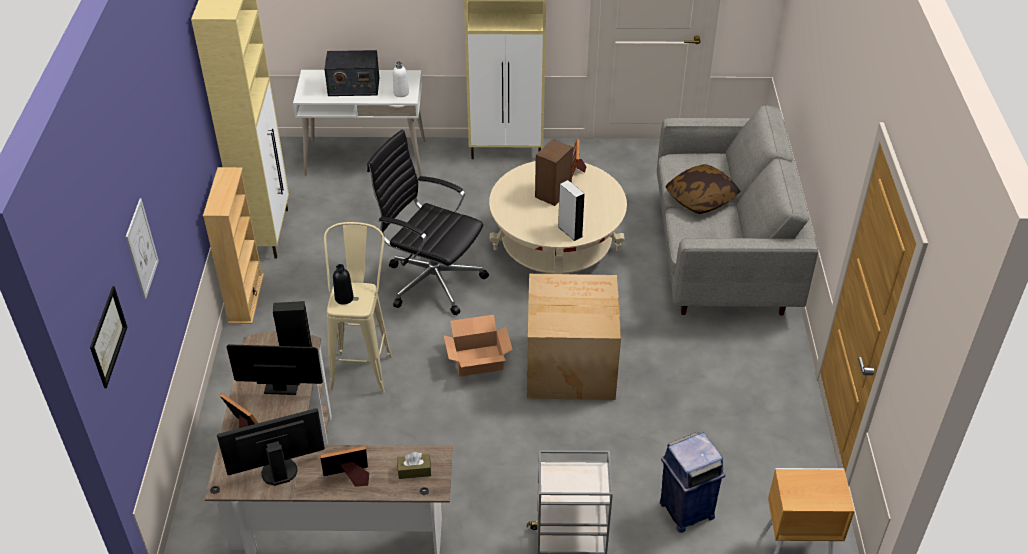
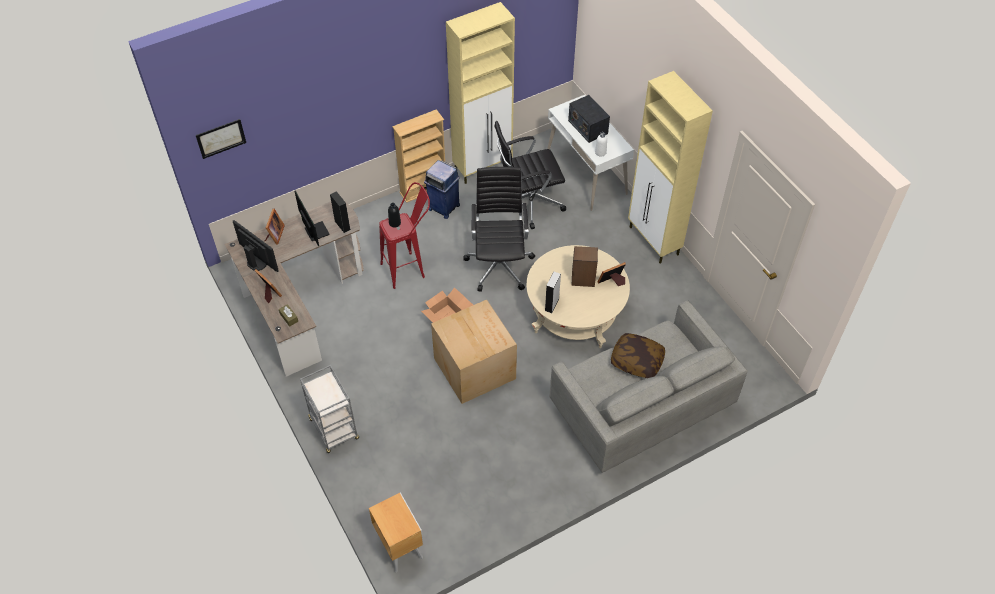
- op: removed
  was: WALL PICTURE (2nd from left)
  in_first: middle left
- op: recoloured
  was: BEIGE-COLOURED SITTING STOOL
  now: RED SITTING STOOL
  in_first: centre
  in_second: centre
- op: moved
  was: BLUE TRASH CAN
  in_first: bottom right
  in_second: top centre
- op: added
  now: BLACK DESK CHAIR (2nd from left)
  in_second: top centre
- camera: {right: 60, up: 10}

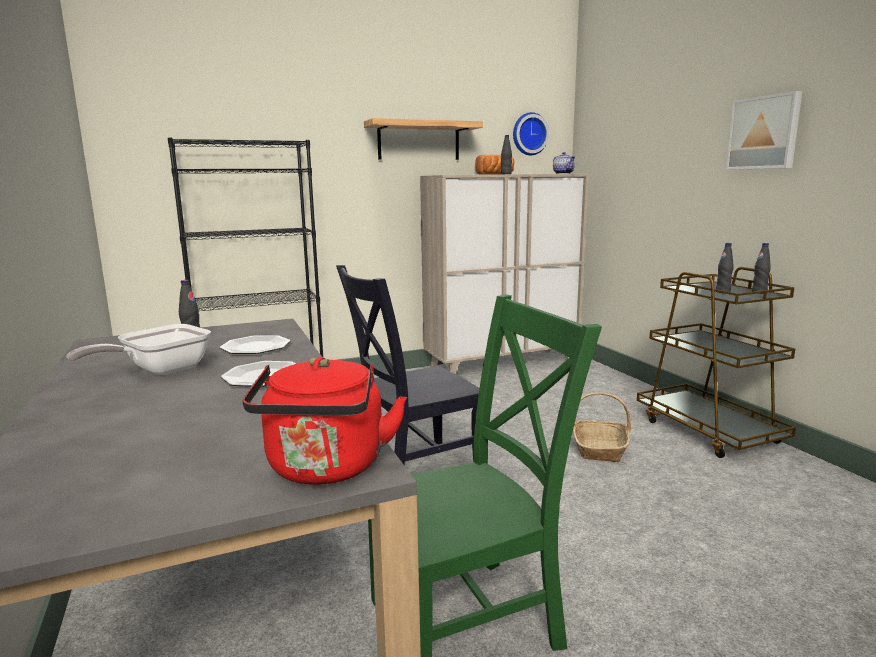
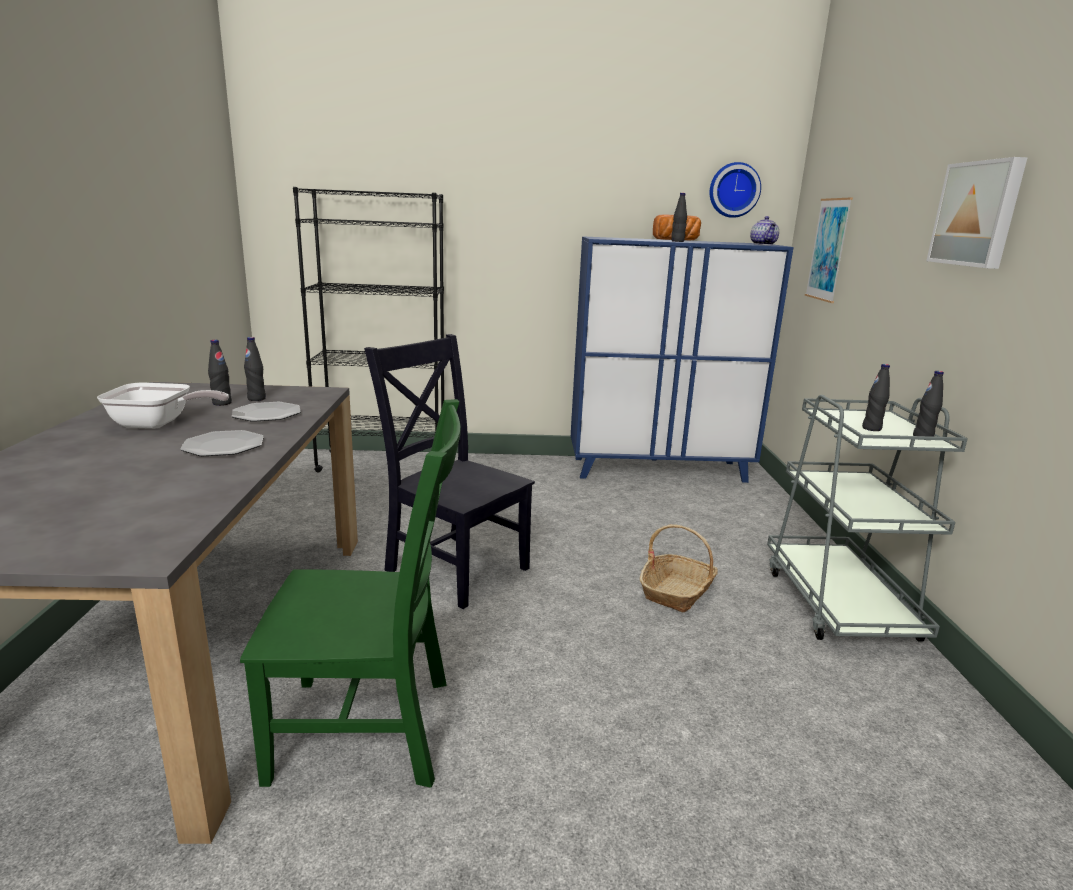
- op: removed
  was: WALL SHELF
  in_first: top centre
- op: recoloured
  was: BEIGE-COLOURED CABINET
  now: BLUE CABINET
  in_first: centre
  in_second: centre
- op: turned
  was: BLACK PLAIN CHAIR
  in_first: centre
  in_second: centre
  clockwise: 45
- op: recoloured
  was: BROWN-COLOURED CART
  now: GREY CART
  in_first: middle right
  in_second: middle right
- op: turned
  was: SKILLET
  in_first: middle left
  in_second: middle left
  clockwise: -150
- op: removed
  was: RED KETTLE
  in_first: centre
- op: added
  now: WALL PICTURE (1st from left)
  in_second: top right
- op: added
  now: BLACK BOTTLE (2nd from left)
  in_second: middle left
- camera: {right: 20, up: 5}

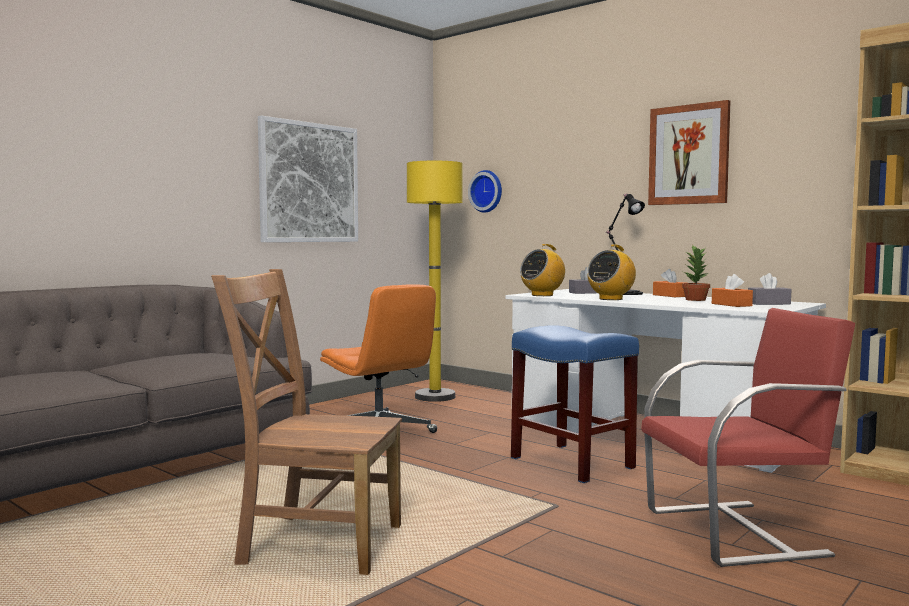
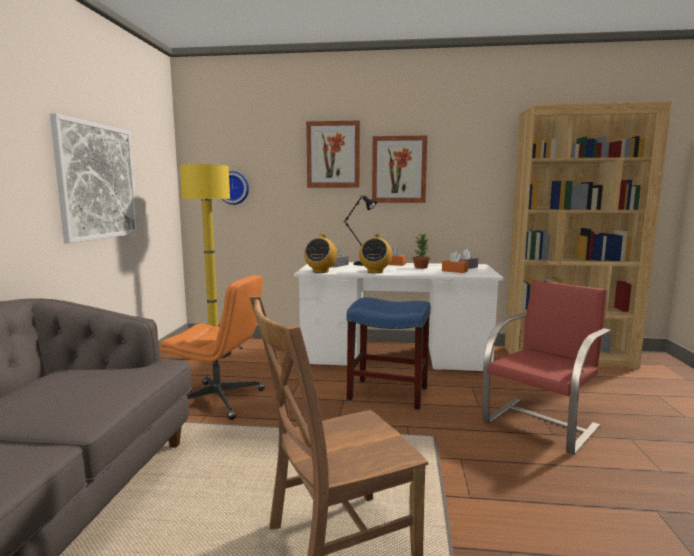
- op: added
  now: WALL PICTURE (2nd from left)
  in_second: top centre
- camera: {right: -35, up: 5}

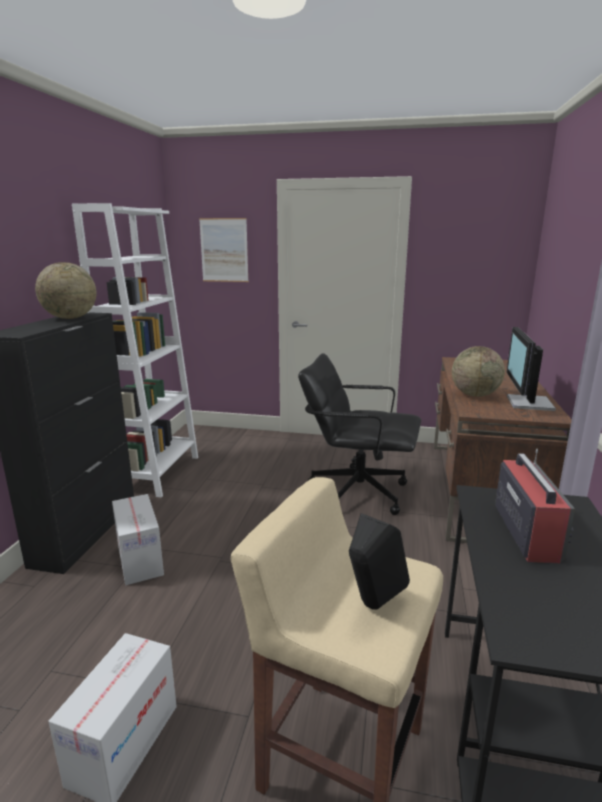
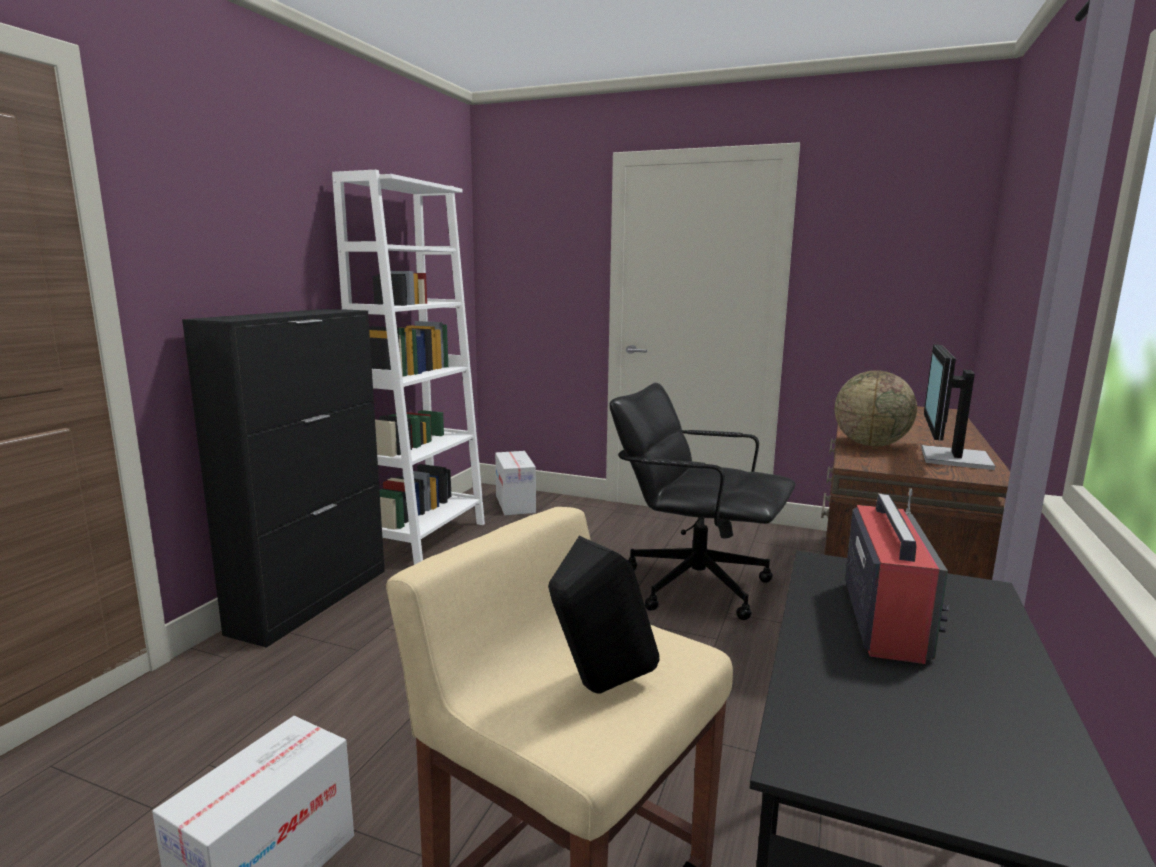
- op: removed
  was: WALL PICTURE
  in_first: top centre
- op: removed
  was: WORLD GLOBE (1st from left)
  in_first: middle left
- op: moved
  was: CARDBOARD BOX (2nd from left)
  in_first: bottom left
  in_second: centre
- camera: {right: 10, up: -5}

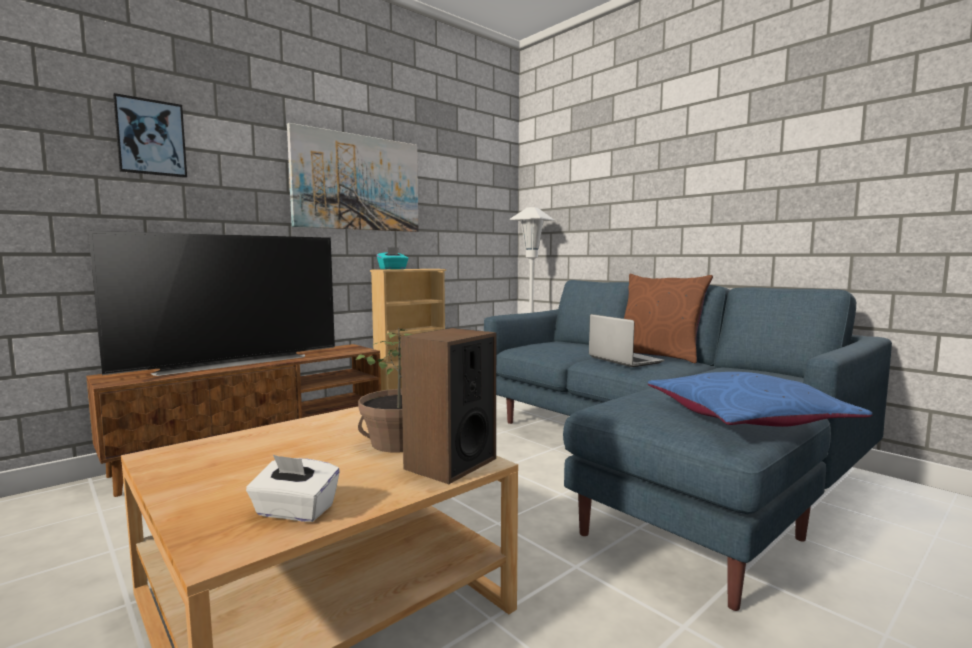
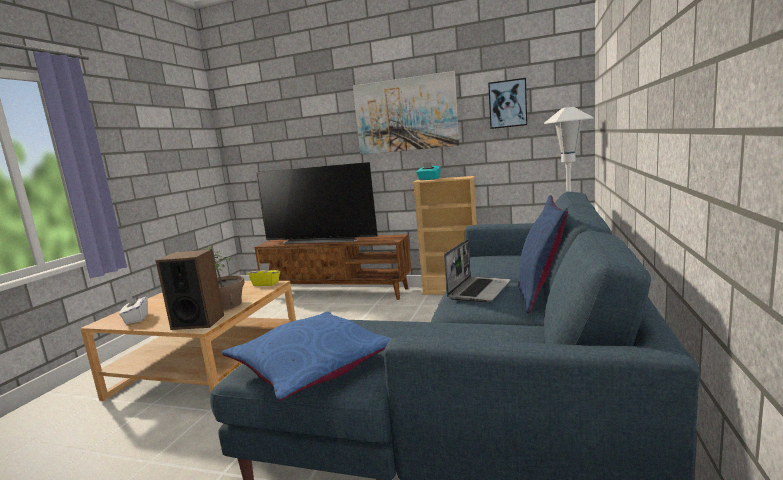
- op: moved
  was: WALL PICTURE (1st from left in the first image)
  now: WALL PICTURE (2nd from left)
  in_first: top left
  in_second: top centre
- op: recoloured
  was: BROWN-COLOURED CUSHION
  now: BLUE CUSHION (2nd from left)
  in_first: middle right
  in_second: middle right
- op: added
  now: YELLOW TISSUE BOX
  in_second: centre
- camera: {right: 60, up: 5}

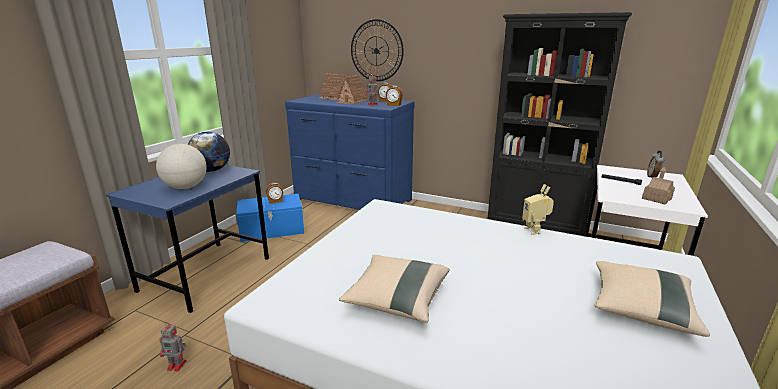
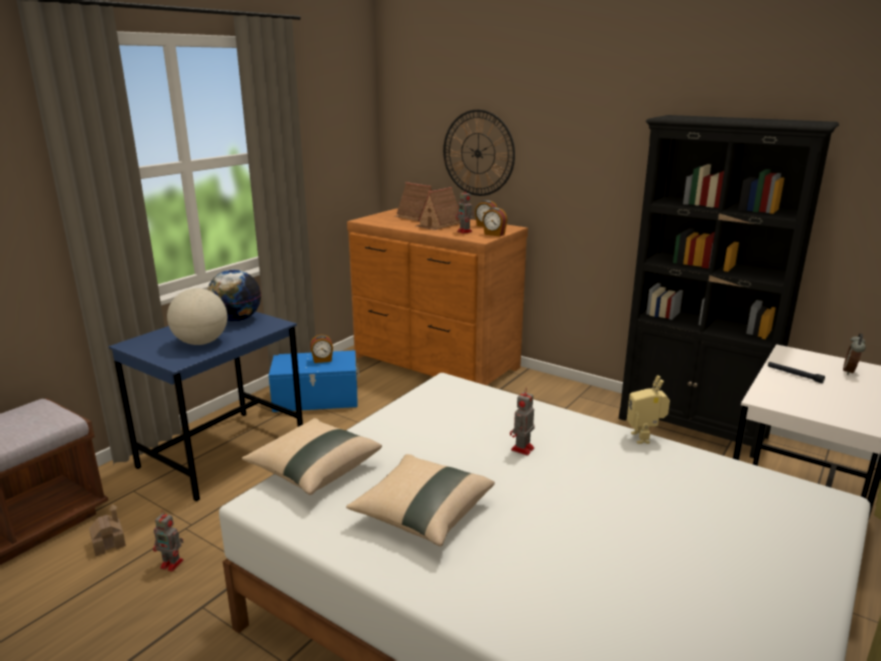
- op: recoloured
  was: BLUE CHEST OF DRAWERS
  now: BROWN-COLOURED CHEST OF DRAWERS
  in_first: centre
  in_second: centre
- op: moved
  was: MINIATURE HOUSE (3rd from left in the first image)
  now: MINIATURE HOUSE (1st from left)
  in_first: middle right
  in_second: bottom left
- op: moved
  was: BEIGE-COLOURED CUSHION (2nd from left in the first image)
  now: BEIGE-COLOURED CUSHION (1st from left)
  in_first: bottom right
  in_second: bottom centre
- op: added
  now: TOY ROBOT (3rd from left)
  in_second: centre
- camera: {right: 10, up: 0}

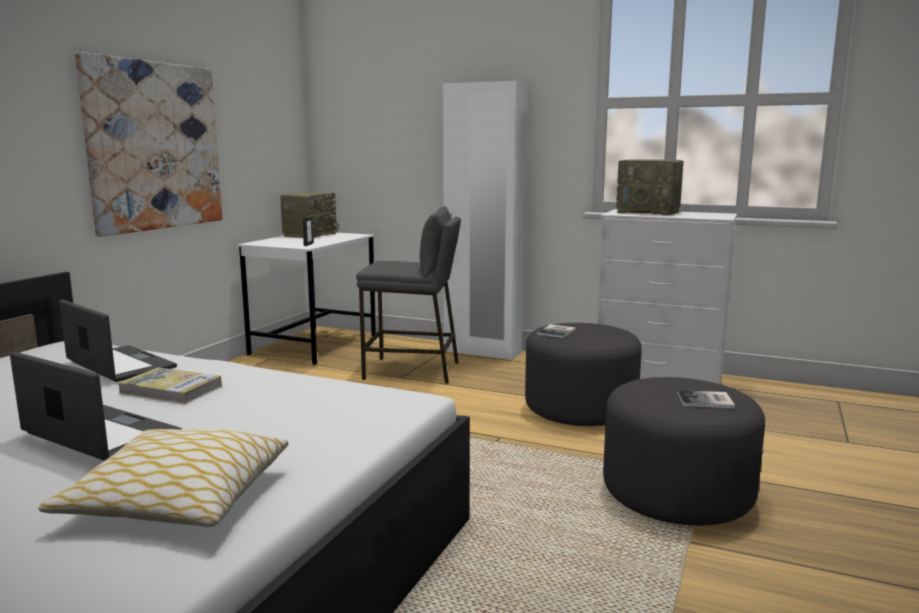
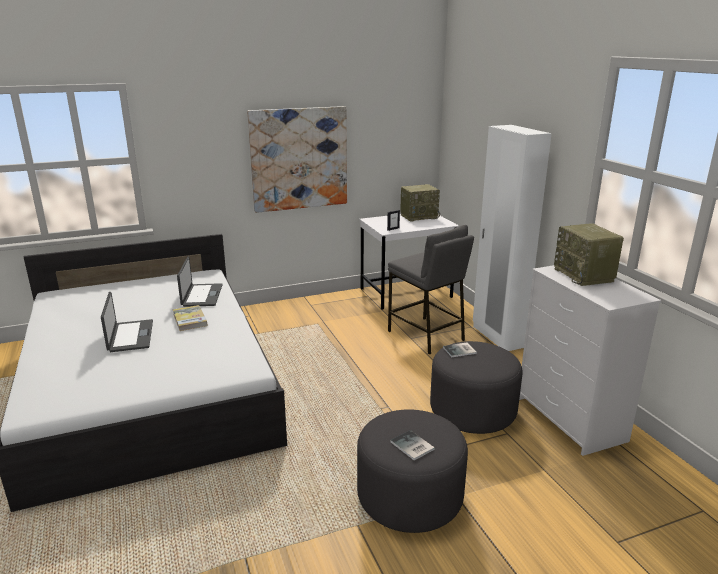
- op: removed
  was: CUSHION
  in_first: bottom left
- camera: {right: 45, up: 10}

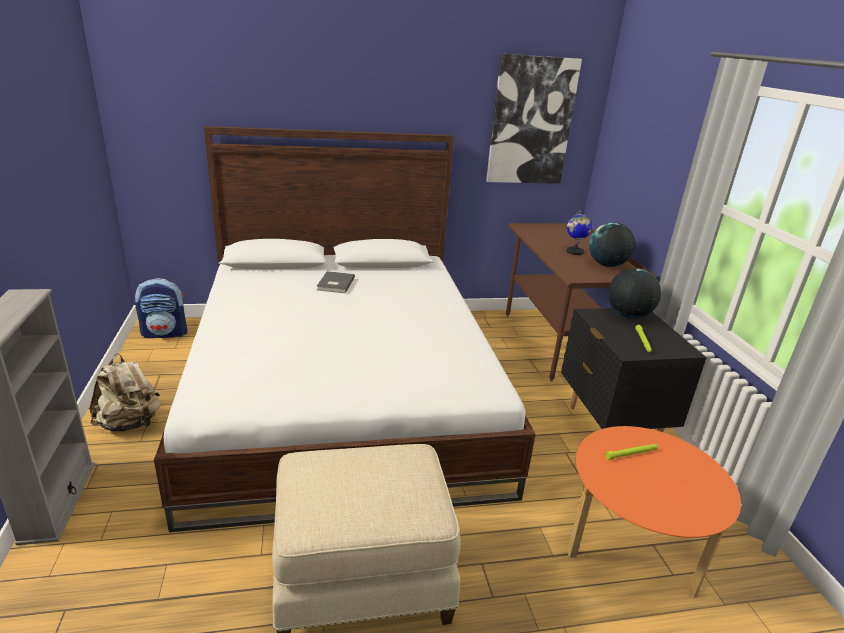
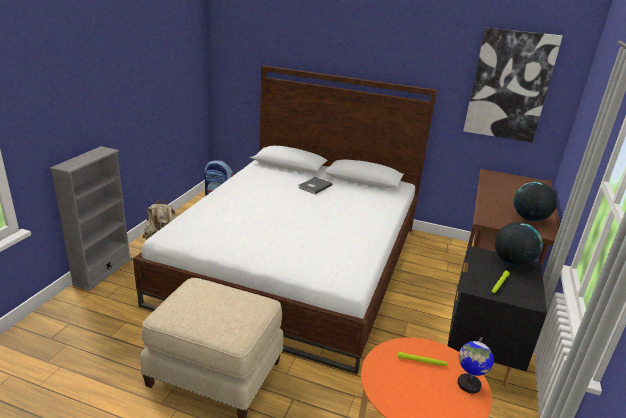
- op: moved
  was: WORLD GLOBE (1st from left)
  in_first: middle right
  in_second: bottom right
- camera: {right: 30, up: 0}

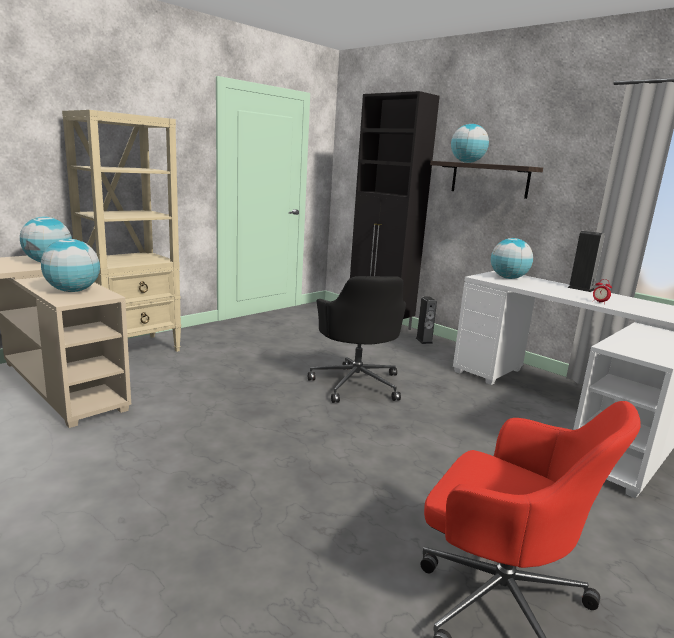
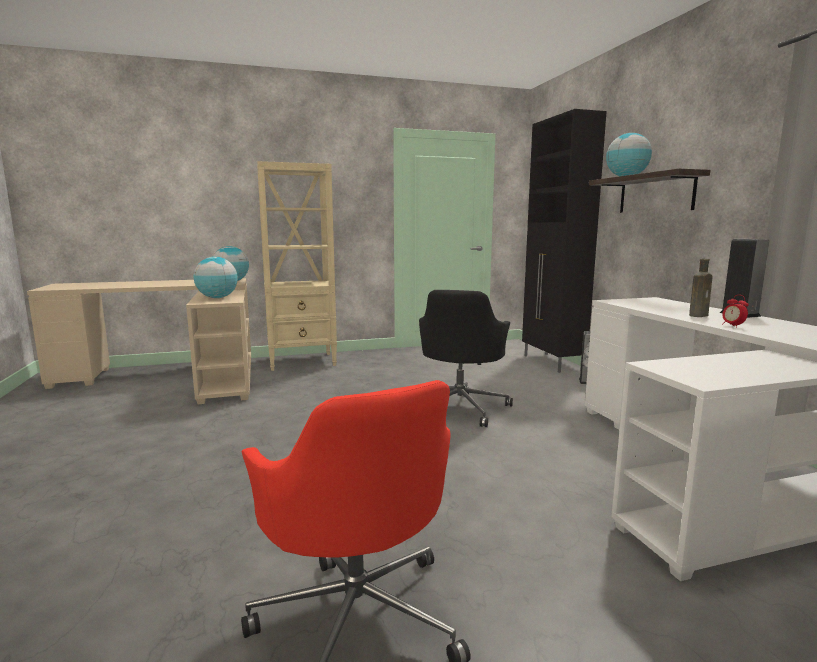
- op: removed
  was: WORLD GLOBE (4th from left)
  in_first: middle right
- op: added
  now: BROWN-COLOURED BOTTLE
  in_second: middle right
- camera: {right: 30, up: -5}

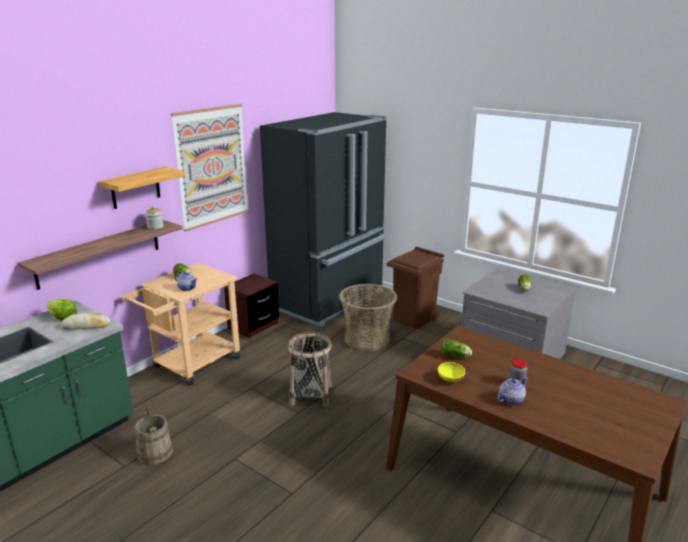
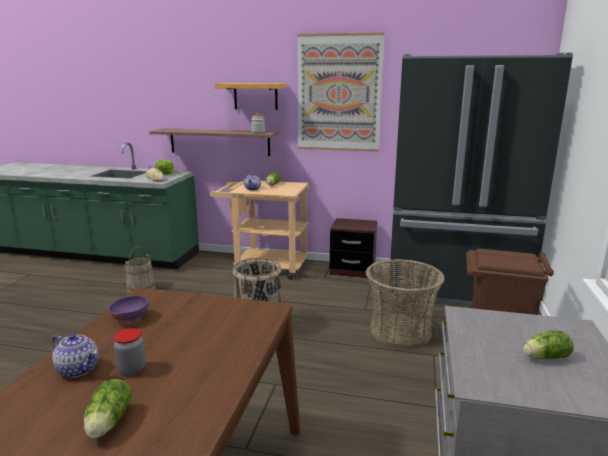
- op: moved
  was: LETTUCE HEAD (3rd from left in the first image)
  now: LETTUCE HEAD (1st from left)
  in_first: centre
  in_second: bottom left
- op: recoloured
  was: YELLOW DEEP DISH
  now: PURPLE-COLOURED DEEP DISH
  in_first: bottom centre
  in_second: bottom left
- camera: {right: 65, up: -5}

